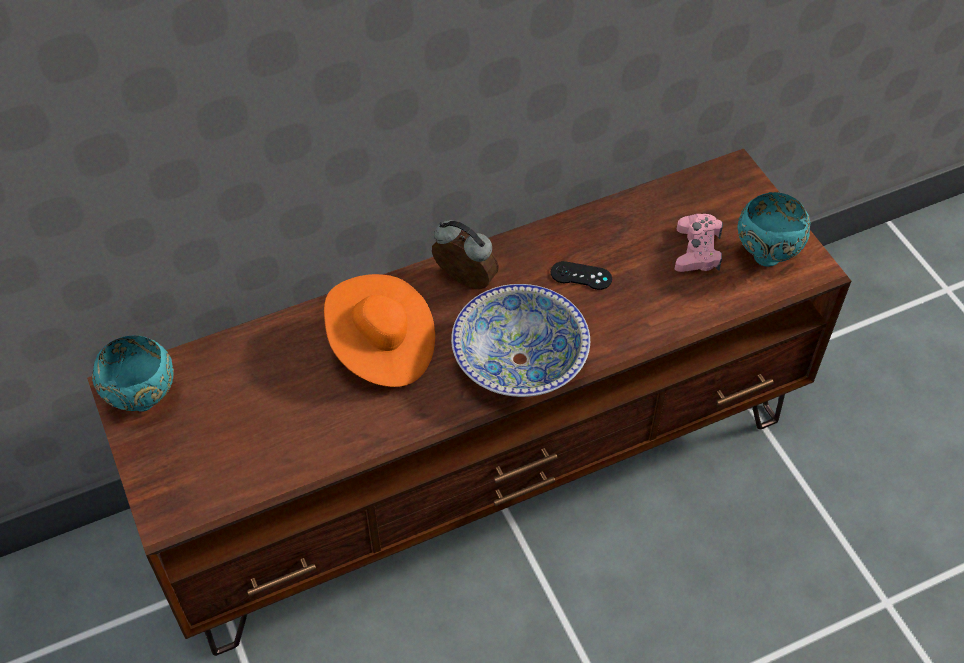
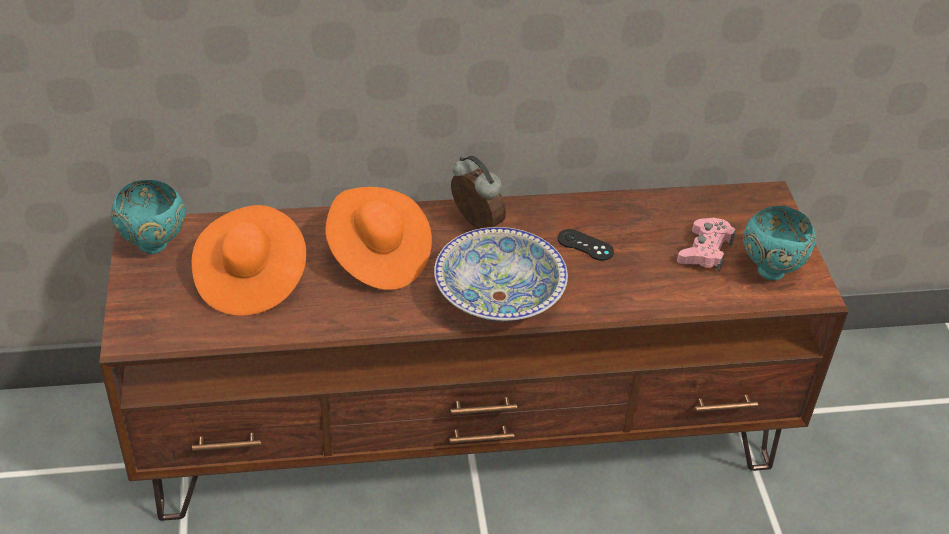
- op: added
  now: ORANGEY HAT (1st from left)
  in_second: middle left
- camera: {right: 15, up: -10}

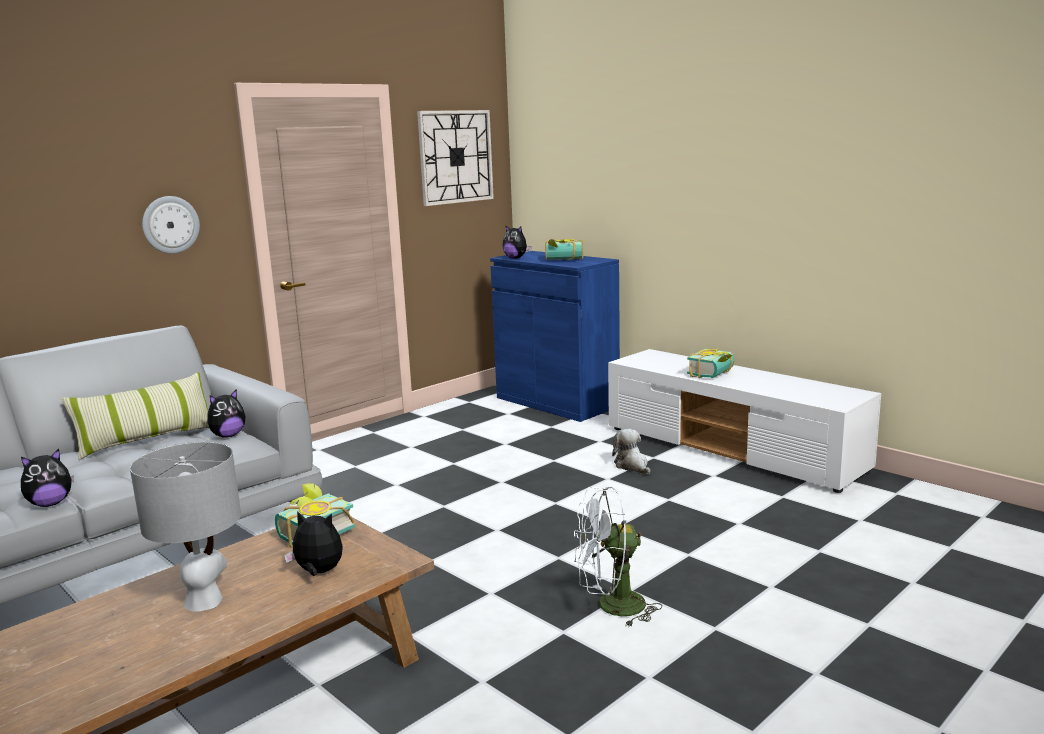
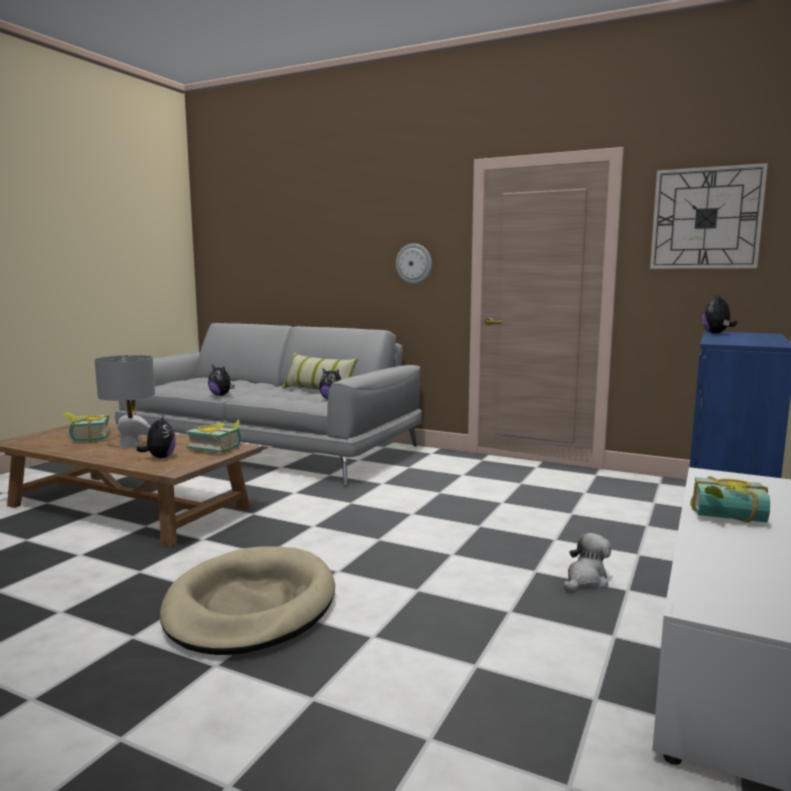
- op: moved
  was: BOOK (2nd from left in the first image)
  now: BOOK (1st from left)
  in_first: centre
  in_second: middle left
- op: replaced
  was: WHITISH ELECTRIC FAN
  now: BEIGE-COLOURED DOG CUSHION
  in_first: bottom centre
  in_second: bottom left
- camera: {right: 70, up: -5}

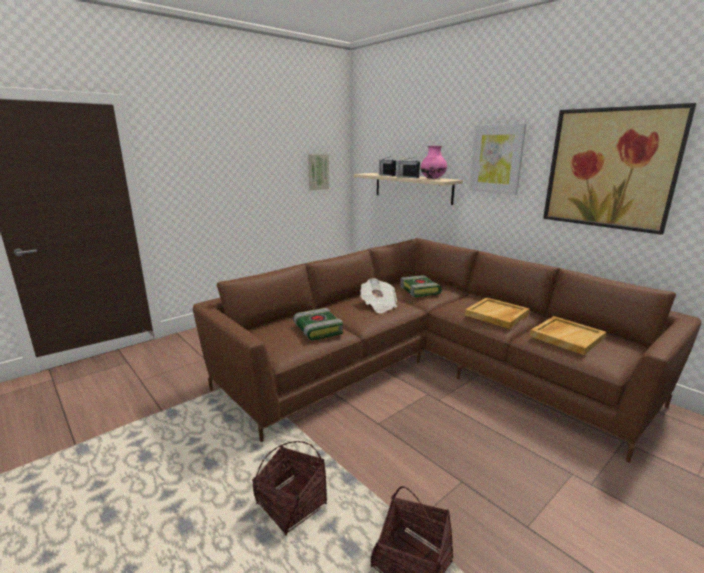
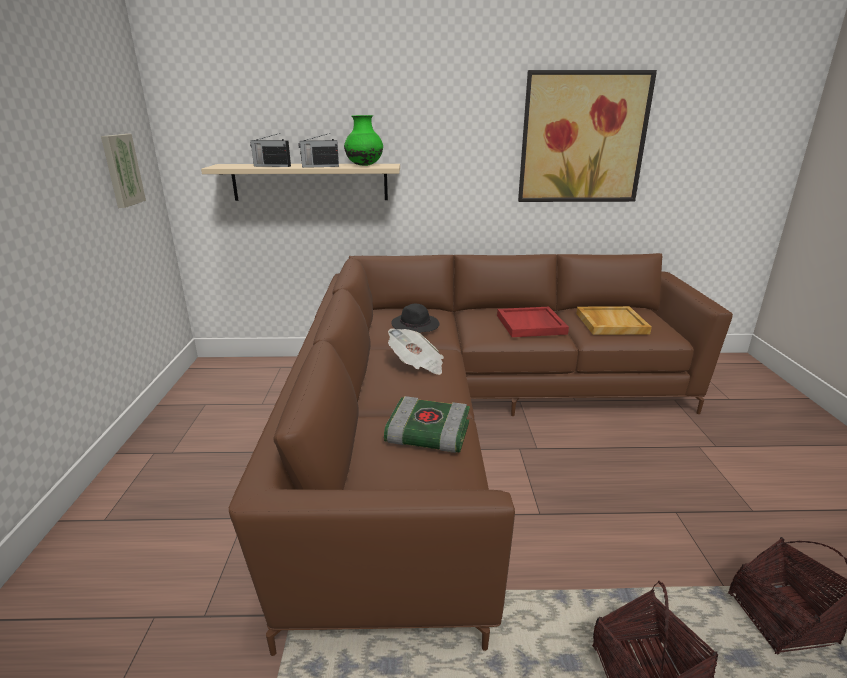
- op: removed
  was: WALL PICTURE (2nd from left)
  in_first: top right
- op: recoloured
  was: PINK VASE
  now: GREEN VASE
  in_first: top centre
  in_second: top centre
- op: replaced
  was: BOOK (2nd from left)
  now: BLACK HAT
  in_first: centre
  in_second: centre
- op: recoloured
  was: BEIGE-COLOURED CARRYING TRAY (1st from left)
  now: RED CARRYING TRAY
  in_first: middle right
  in_second: centre
- camera: {right: -50, up: 5}

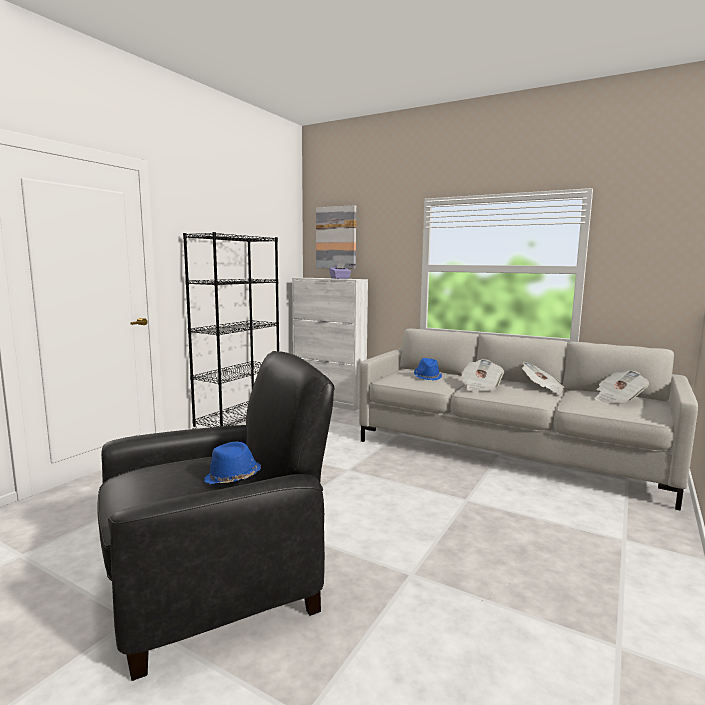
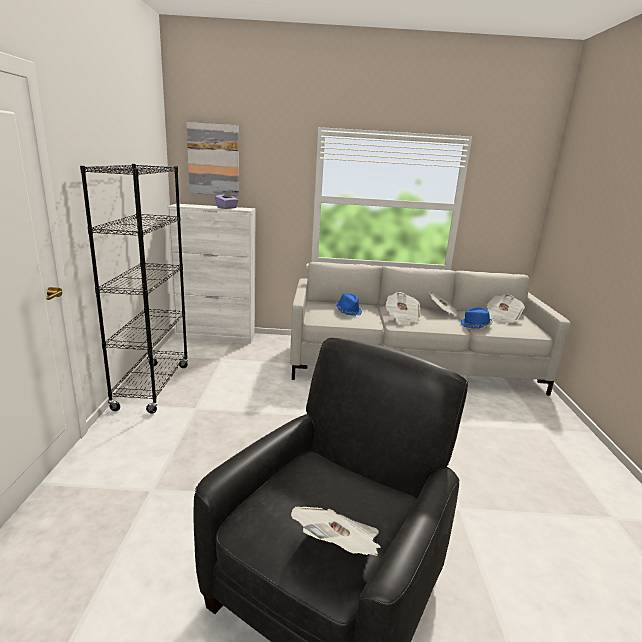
- op: moved
  was: BLUE HAT (1st from left in the first image)
  now: BLUE HAT (2nd from left)
  in_first: middle left
  in_second: middle right
- op: added
  now: NEWSPAPER (1st from left)
  in_second: bottom centre
- camera: {right: -30, up: 10}

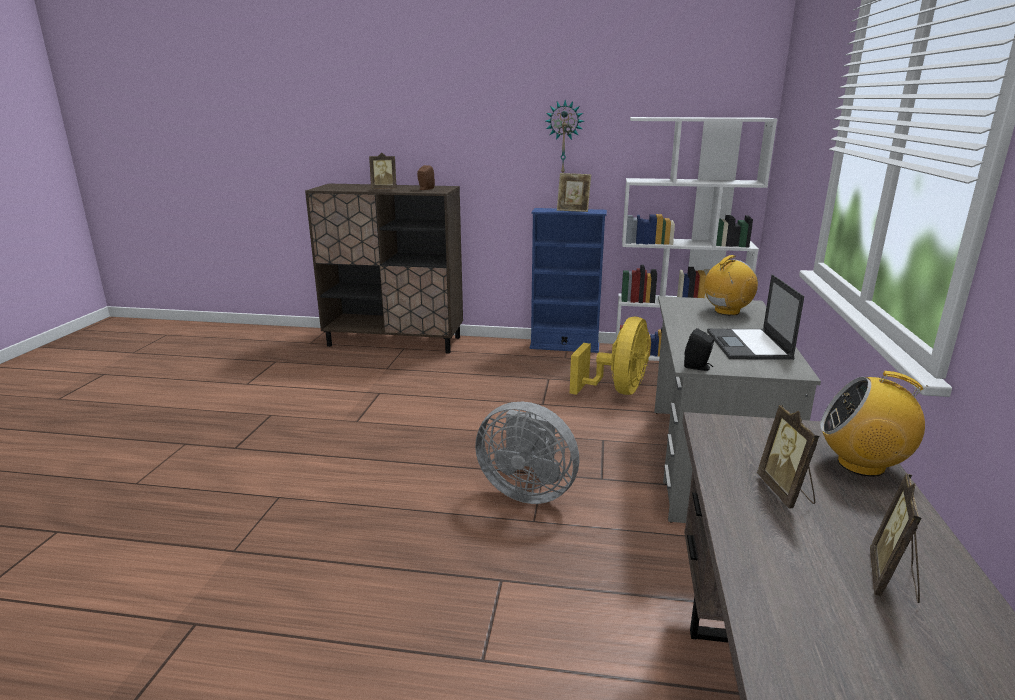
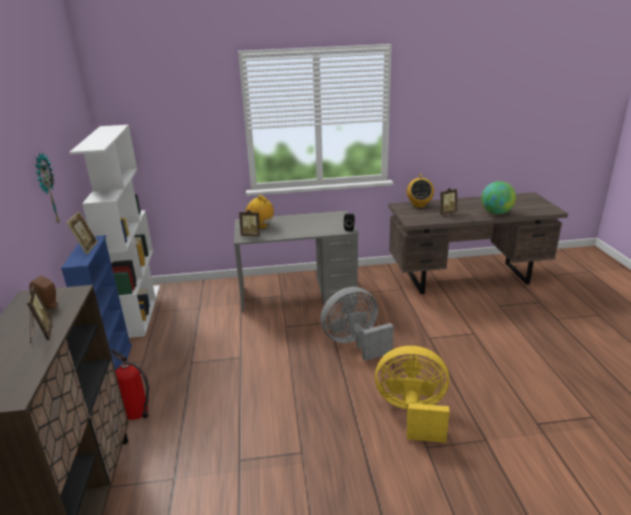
- op: removed
  was: LAPTOP
  in_first: middle right
- op: moved
  was: YELLOW ELECTRIC FAN
  in_first: centre
  in_second: bottom centre
- op: turned
  was: GREY ELECTRIC FAN
  in_first: centre
  in_second: centre
  clockwise: -120
- op: moved
  was: PICTURE FRAME (4th from left in the first image)
  now: PICTURE FRAME (3rd from left)
  in_first: bottom right
  in_second: centre
- op: added
  now: WORLD GLOBE
  in_second: middle right
- op: added
  now: EXTINGUISHER
  in_second: bottom left
- camera: {right: -105, up: 5}

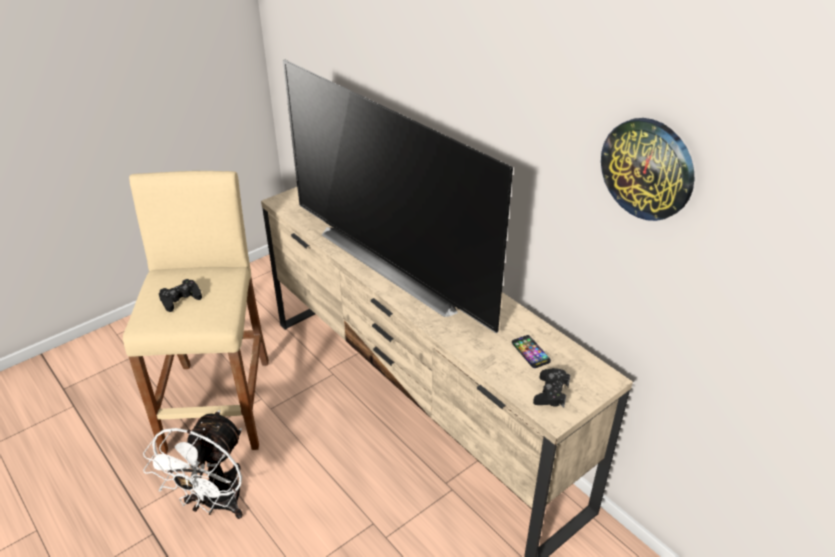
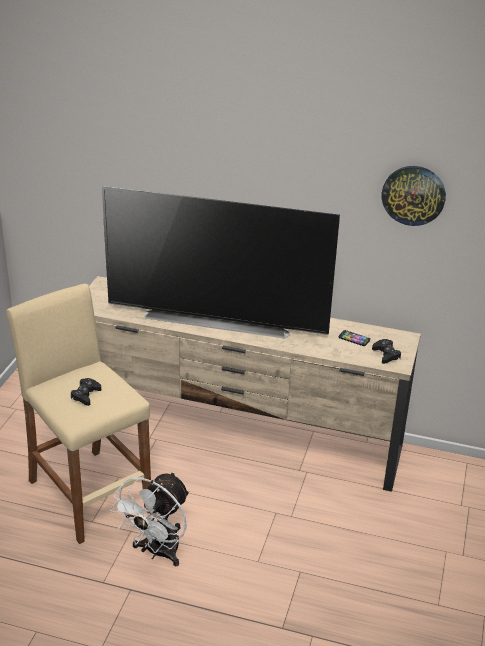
- op: turned
  was: WHITISH ELECTRIC FAN
  in_first: bottom left
  in_second: bottom left
  clockwise: 45
- camera: {right: -35, up: -5}

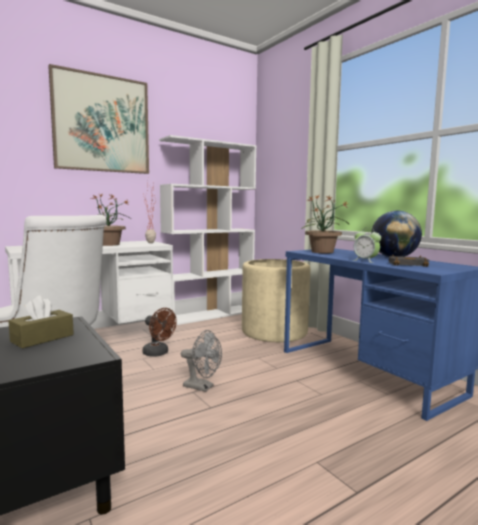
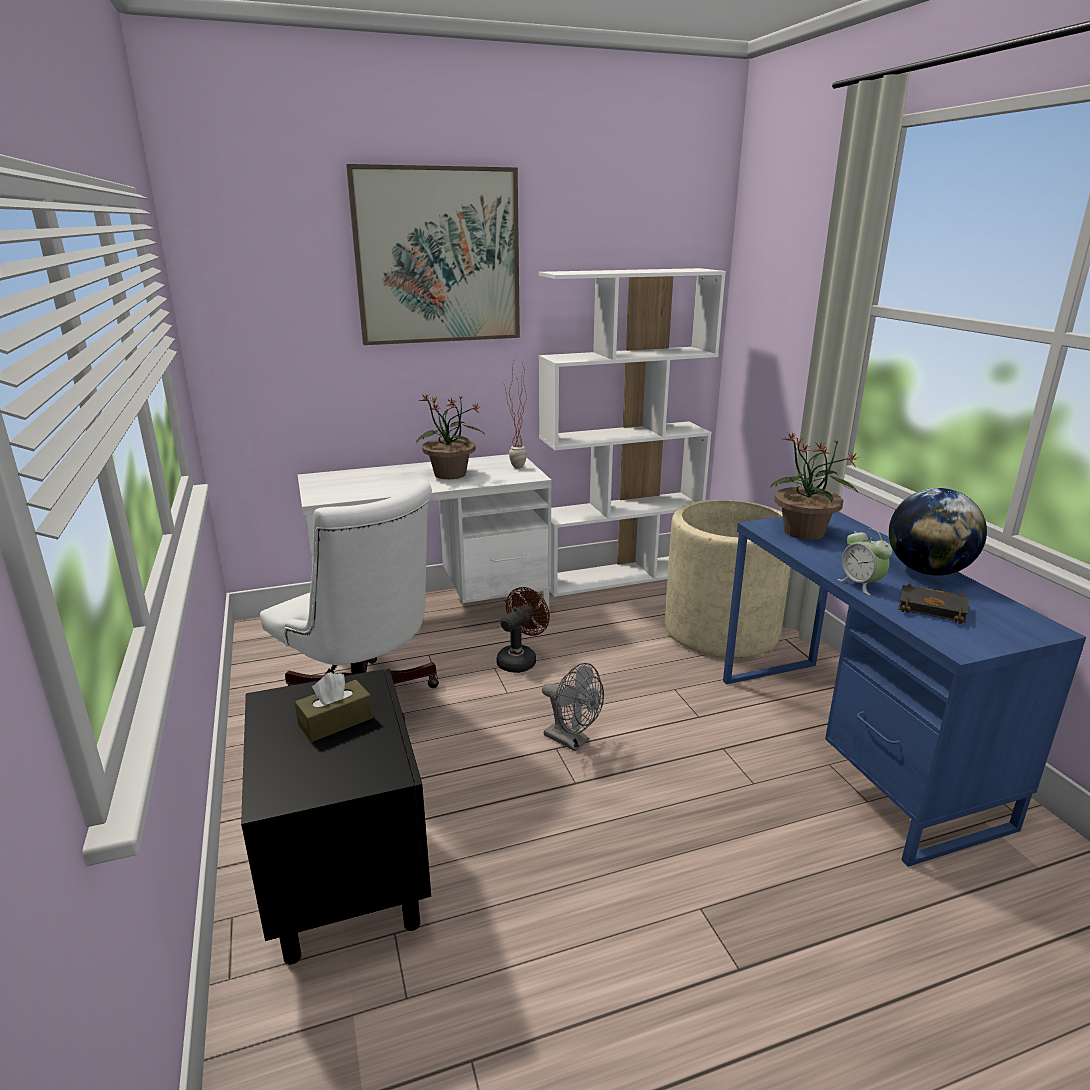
- op: turned
  was: BROWN-COLOURED ELECTRIC FAN
  in_first: centre
  in_second: centre
  clockwise: -105
- camera: {right: 15, up: 15}

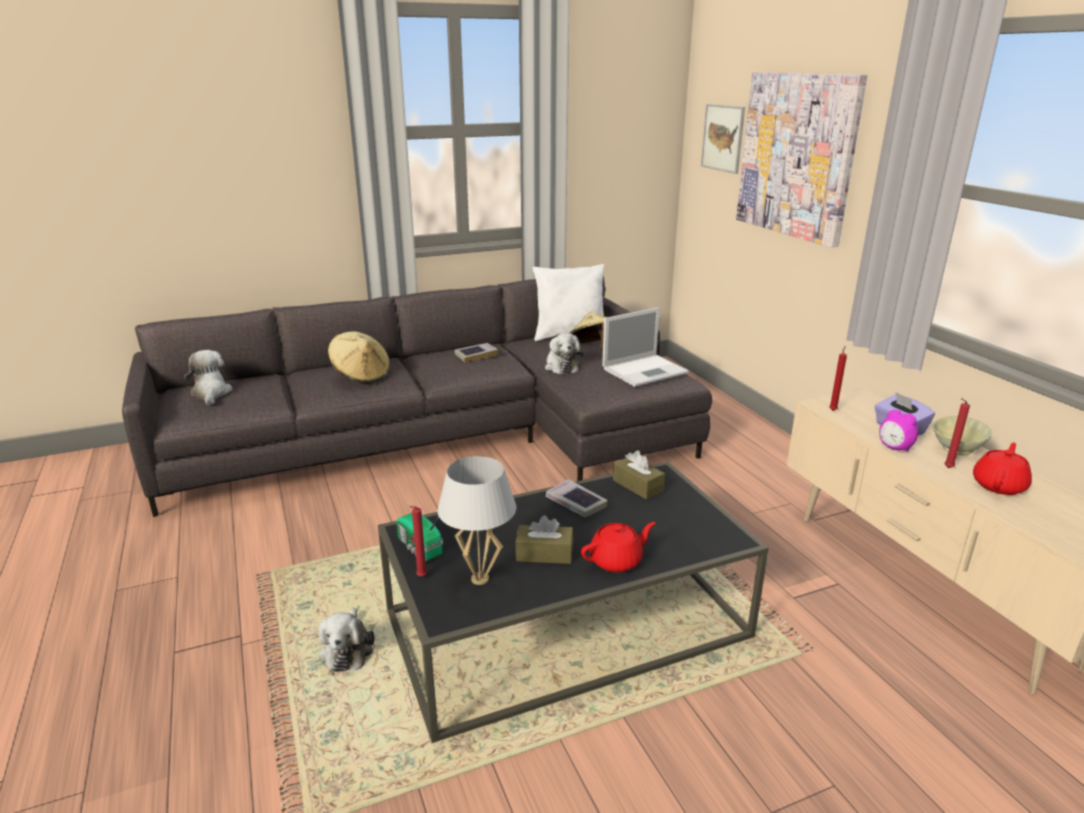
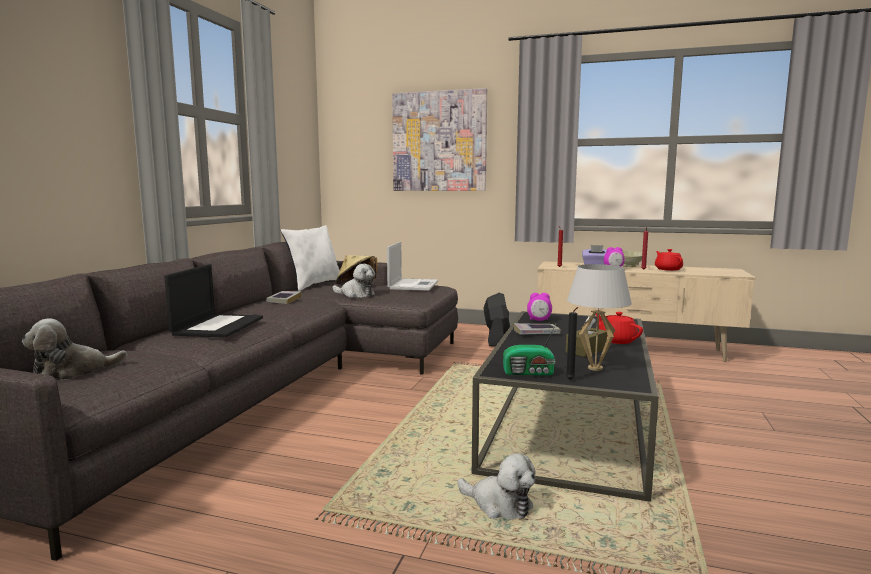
- op: removed
  was: WALL PICTURE (1st from left)
  in_first: top right
- op: replaced
  was: BEIGE-COLOURED HAT (1st from left)
  now: LAPTOP (1st from left)
  in_first: middle left
  in_second: middle left
- op: turned
  was: PLUSH TOY (1st from left)
  in_first: middle left
  in_second: middle left
  clockwise: -60
- op: replaced
  was: BROWN-COLOURED TISSUE BOX (2nd from left)
  now: TABLE CLOCK (1st from left)
  in_first: centre
  in_second: centre
- op: recoloured
  was: RED CANDLE (1st from left)
  now: BLACK CANDLE
  in_first: centre
  in_second: centre
- op: turned
  was: RED TEA POT (1st from left)
  in_first: bottom centre
  in_second: middle right
  clockwise: -45
- op: added
  now: BLACK ELECTRIC FAN
  in_second: centre
- camera: {right: -50, up: -15}

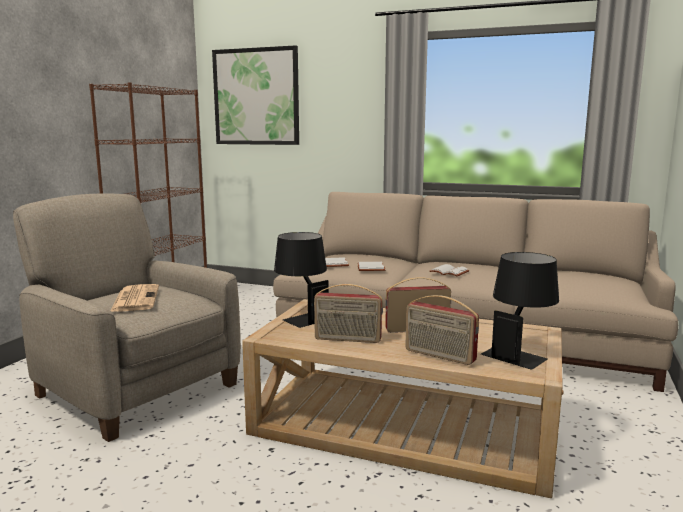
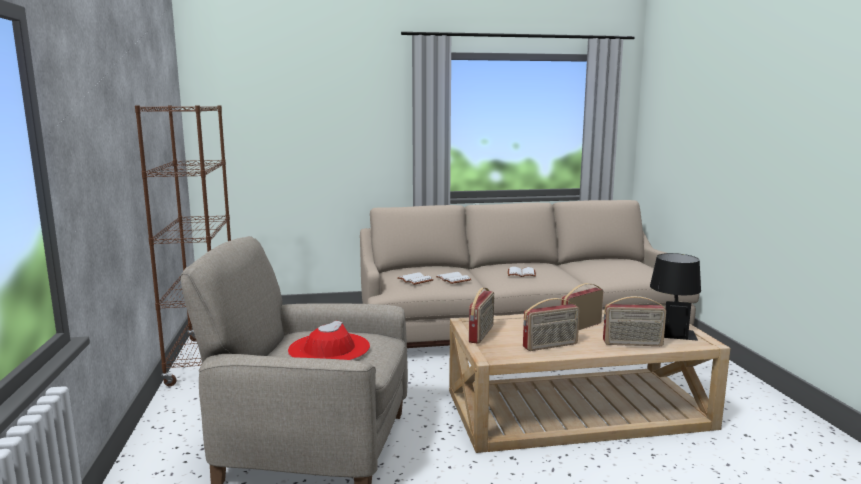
- op: removed
  was: WALL PICTURE
  in_first: top centre
- op: replaced
  was: BLACK LAMP FOR A TABLE (1st from left)
  now: RADIO RECEIVER (1st from left)
  in_first: centre
  in_second: centre
- op: replaced
  was: NEWSPAPER
  now: RED HAT
  in_first: middle left
  in_second: bottom centre
- camera: {right: -30, up: 0}

